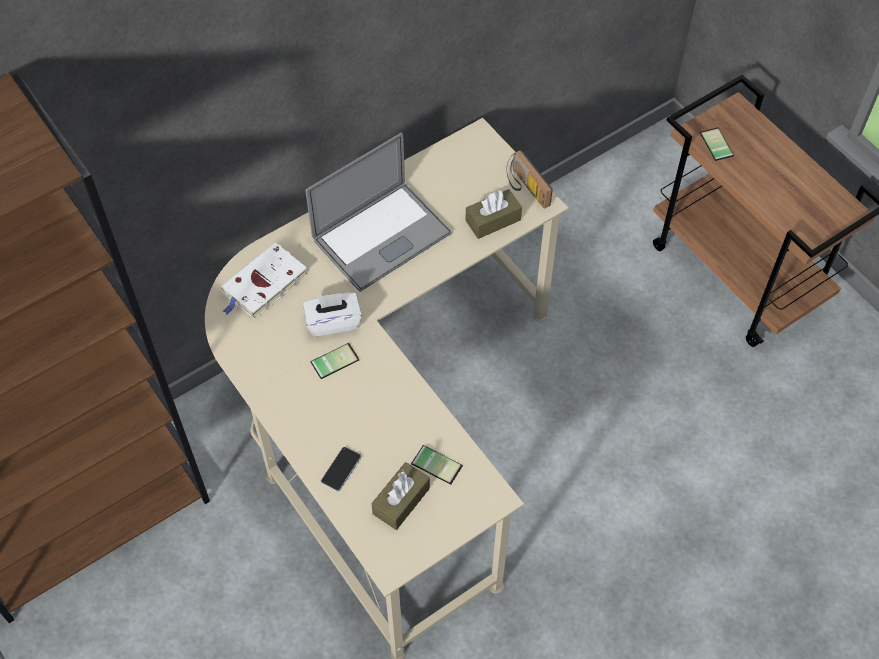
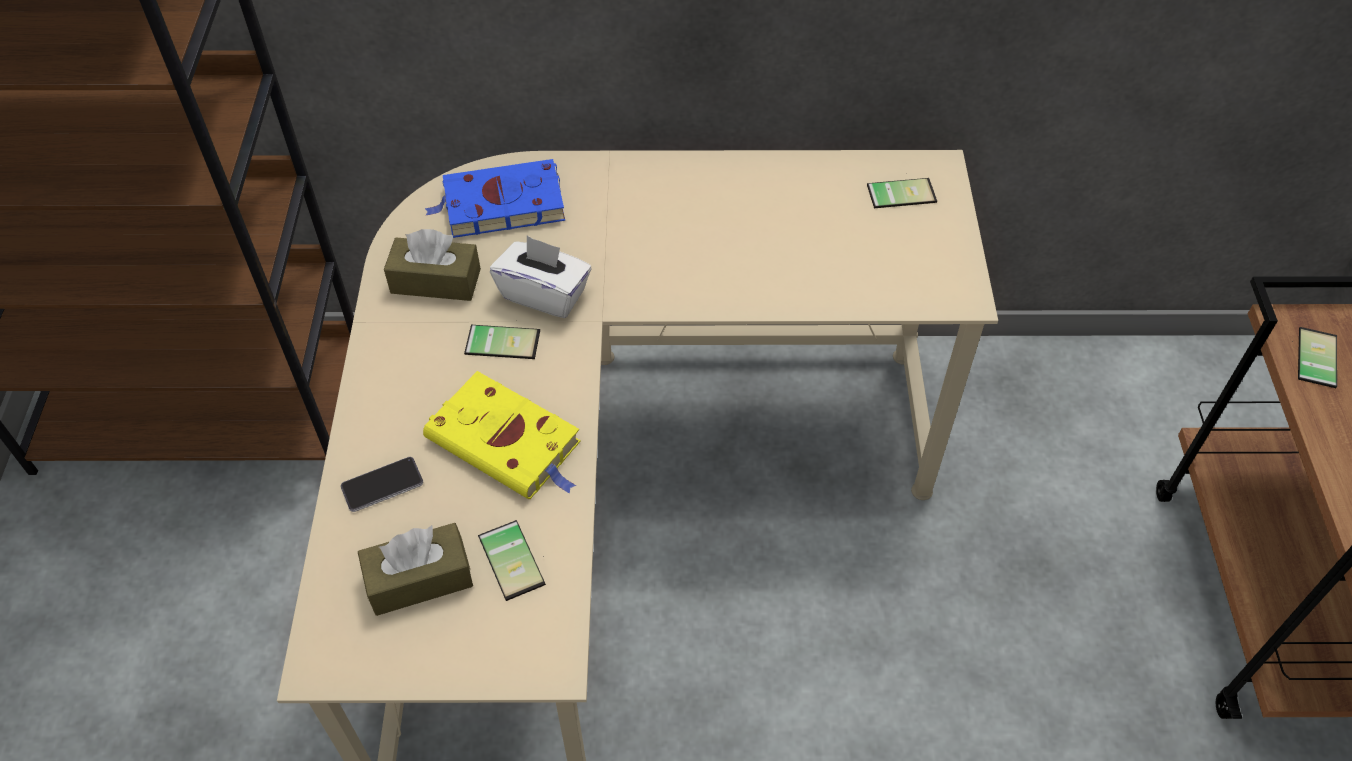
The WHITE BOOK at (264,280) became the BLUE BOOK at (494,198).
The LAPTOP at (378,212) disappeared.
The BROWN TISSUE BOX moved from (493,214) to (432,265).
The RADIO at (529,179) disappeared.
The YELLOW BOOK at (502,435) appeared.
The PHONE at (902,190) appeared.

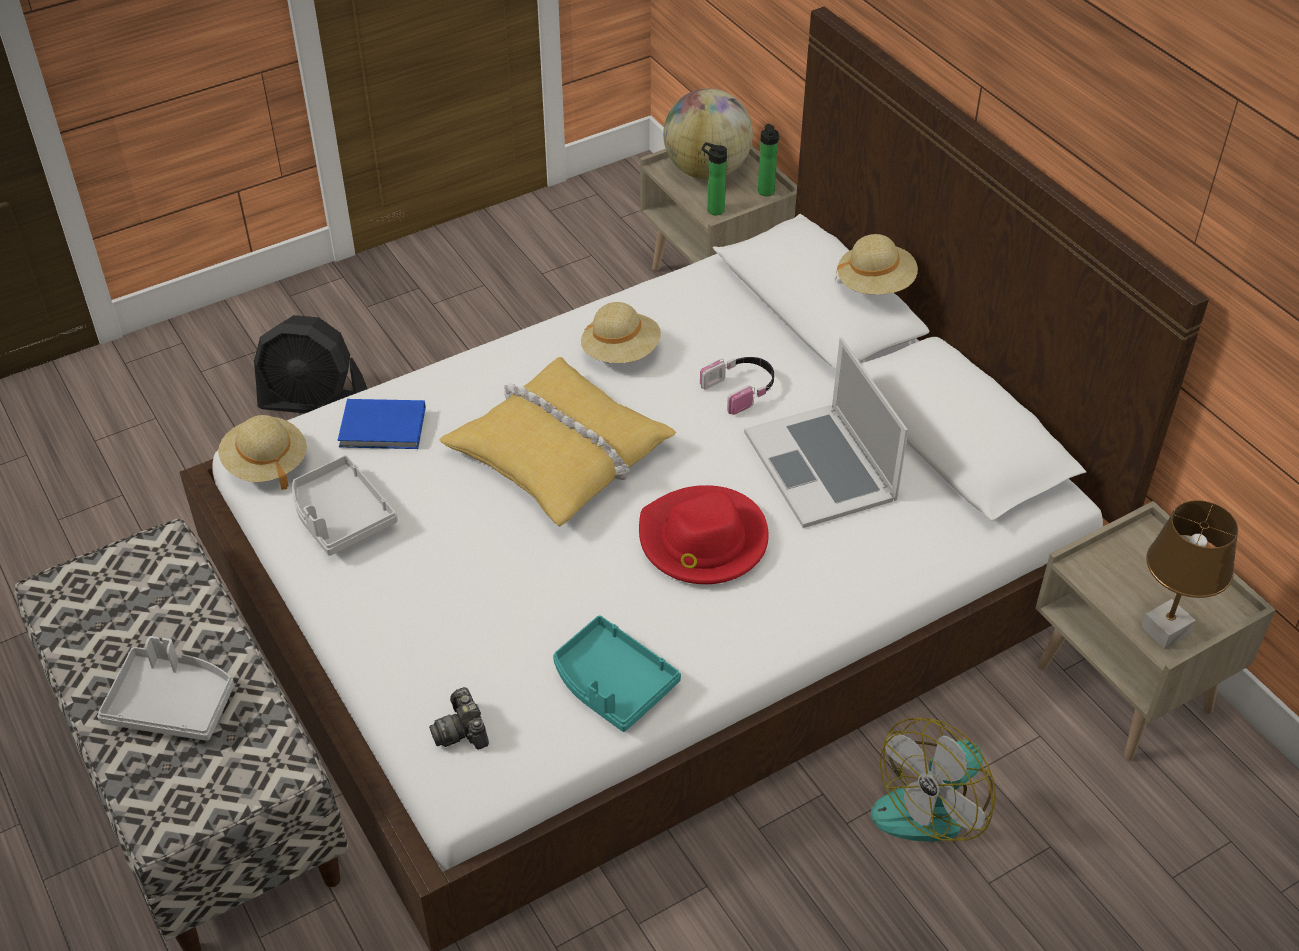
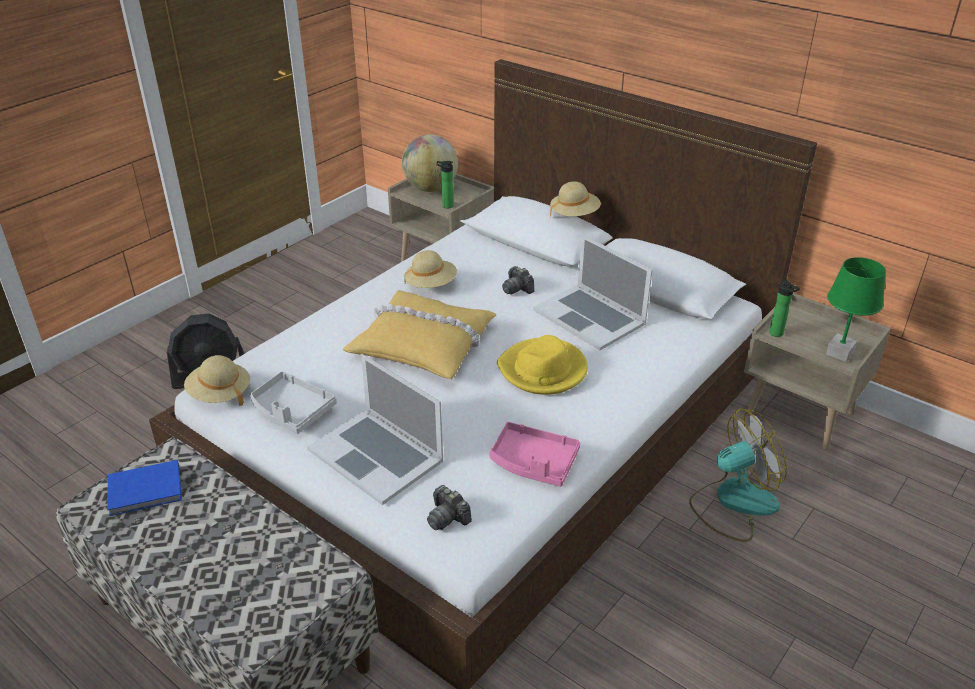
The GREY TRAY at (165,688) disappeared.
The BLUE BOOK moved from (382,424) to (144,488).
The TURQUOISE TRAY at (617,673) became the PINK TRAY at (535,454).
The RED HAT at (704,534) became the YELLOW HAT at (542,365).
The HEADPHONES at (737,386) was replaced by the PHOTO CAMERA at (518,280).
The BOTTLE moved from (768,160) to (784,308).
The FAN at (933,780) turned 135 degrees counterclockwise.
The BROWN TABLE LAMP at (1190,574) became the GREEN TABLE LAMP at (856,309).
The LAPTOP at (375,429) appeared.

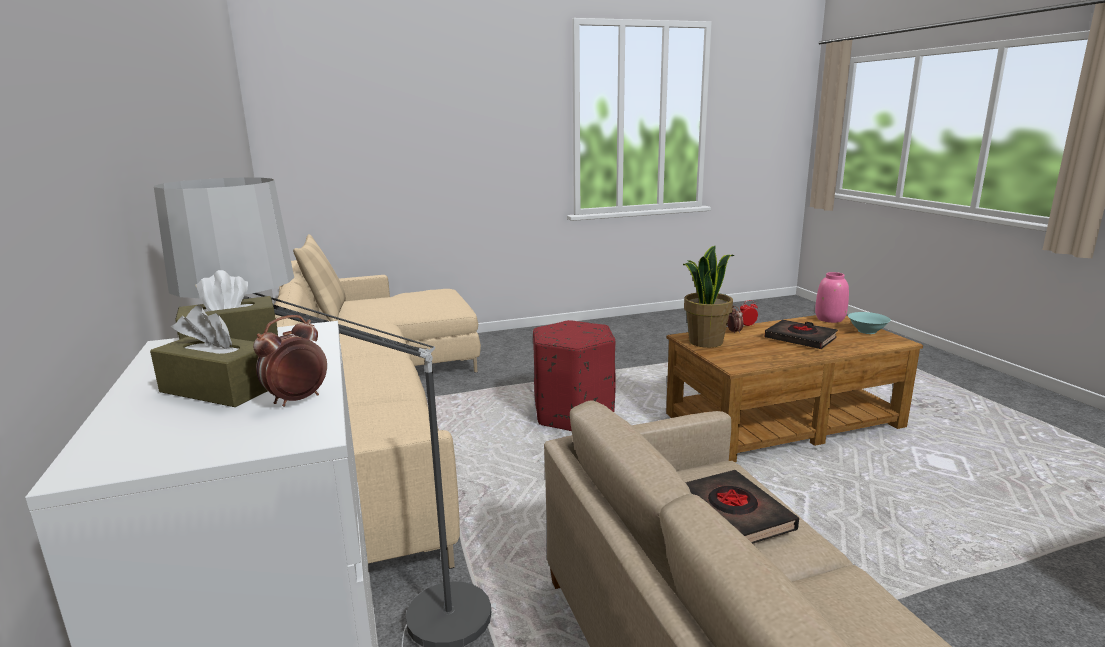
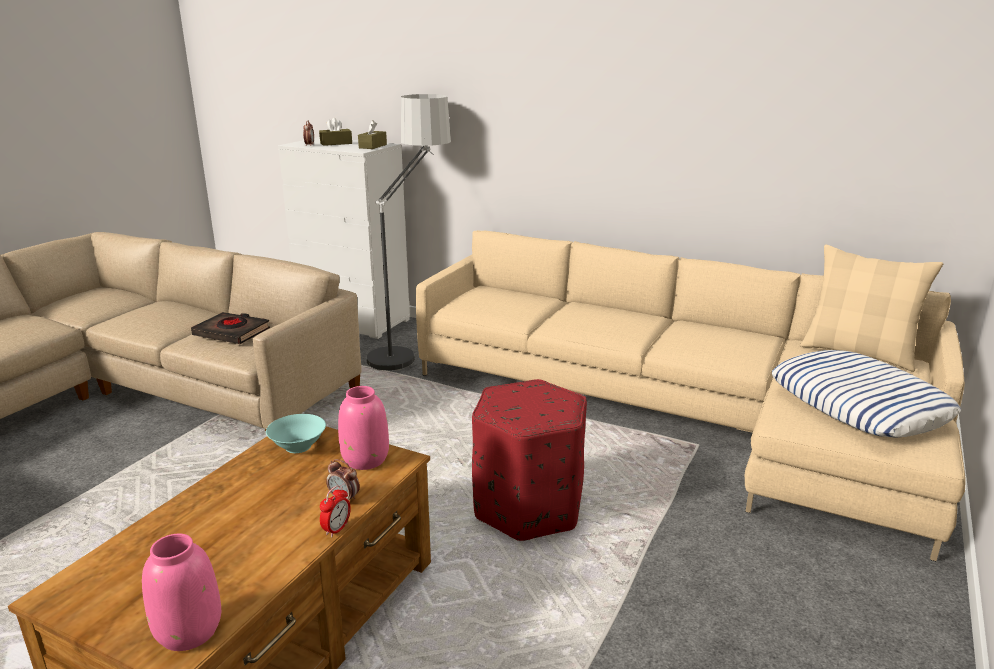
The POTTED PLANT at (708,297) was replaced by the PINK VASE at (363,428).
The BLACK BOOK at (801,334) disappeared.
The TURQUOISE BOWL moved from (869,323) to (296,433).
The PILLOW at (866,394) appeared.

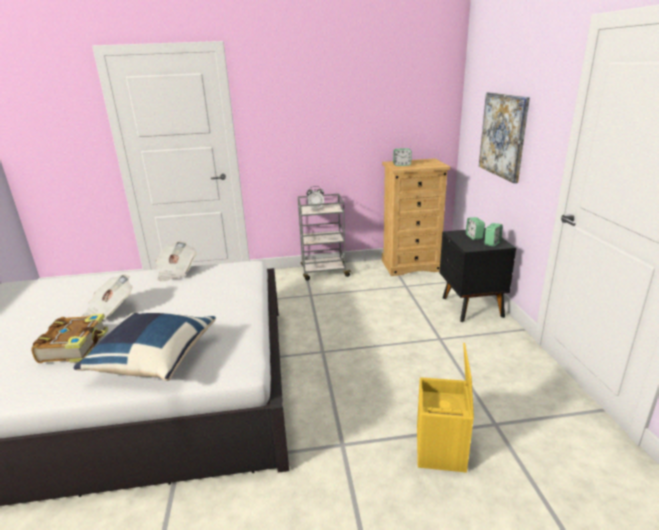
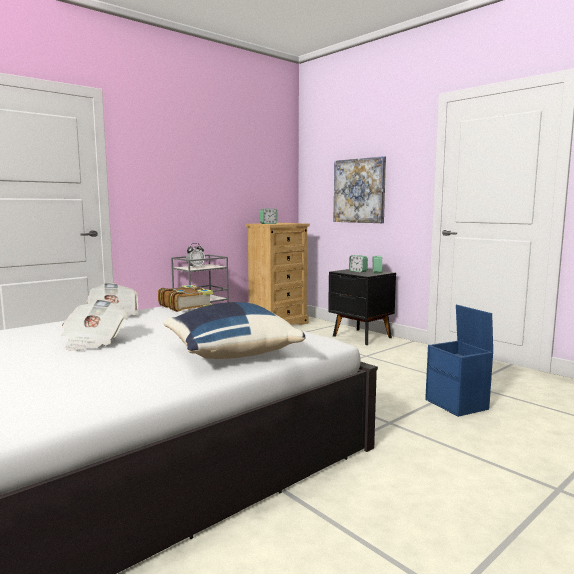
The BOOK moved from (69,338) to (185,298).
The YELLOW STORAGE BOX at (445,408) became the BLUE STORAGE BOX at (459,361).

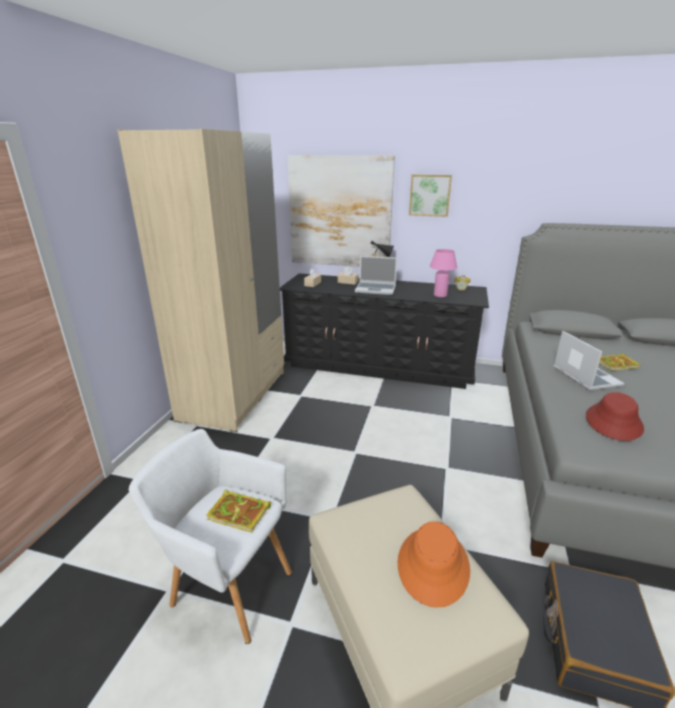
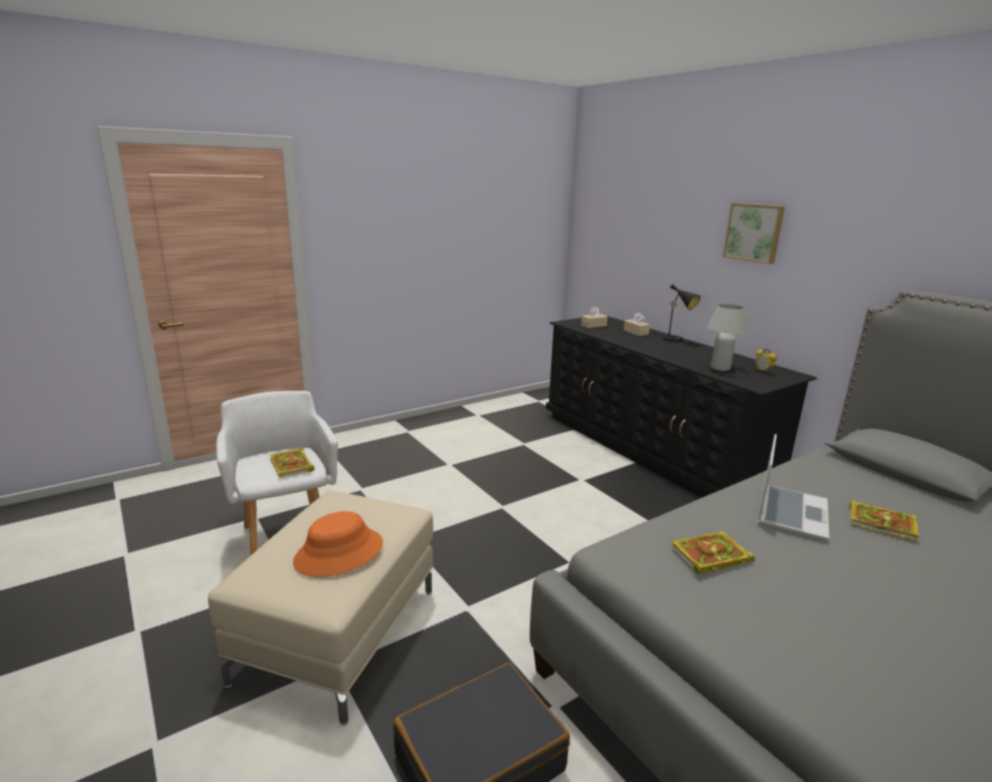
The BEIGE WARDROBE at (200,280) disappeared.
The PICTURE at (341,211) disappeared.
The LAPTOP at (376,275) disappeared.
The PINK TABLE LAMP at (443,273) became the WHITE TABLE LAMP at (727,337).
The RED HAT at (615,416) was replaced by the BOOK at (713,552).

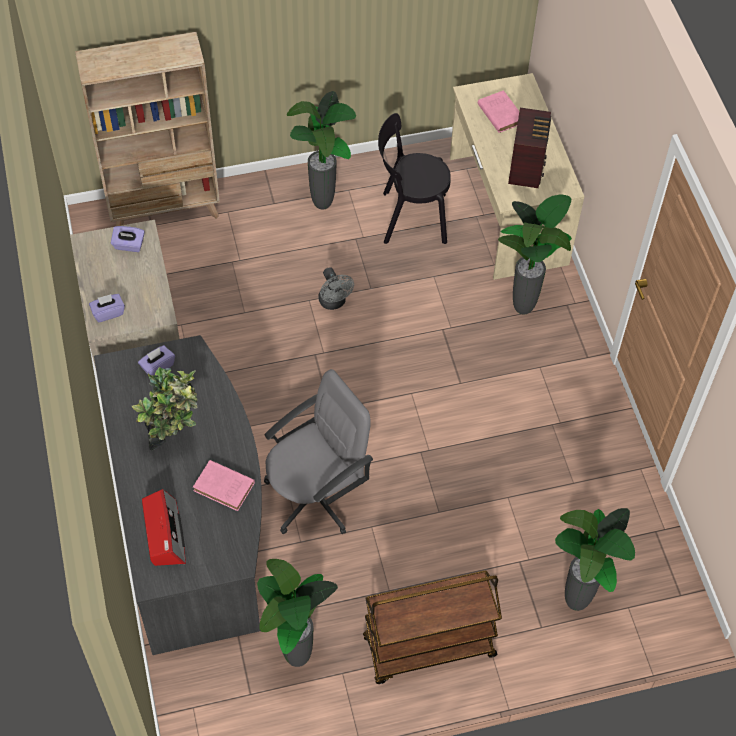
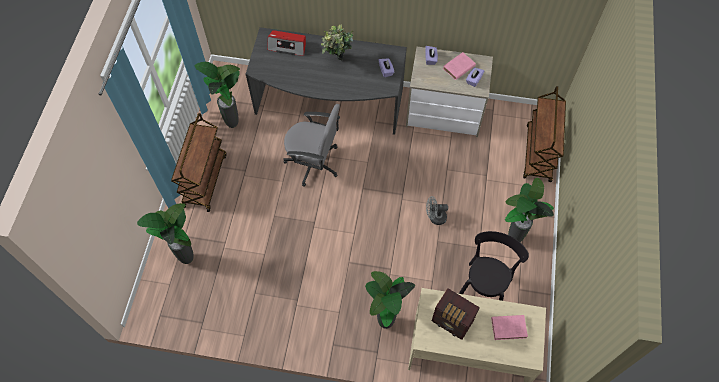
The BEIGE BOOKCASE at (147,129) was replaced by the BROWN CART at (544,134).
The PINK BOOK moved from (224,485) to (459,66).
The GREY OFFICE CHAIR at (318,451) turned 60 degrees counterclockwise.

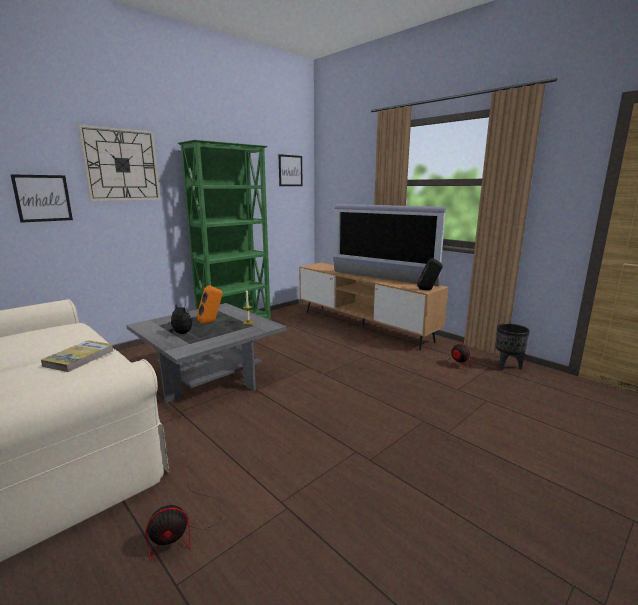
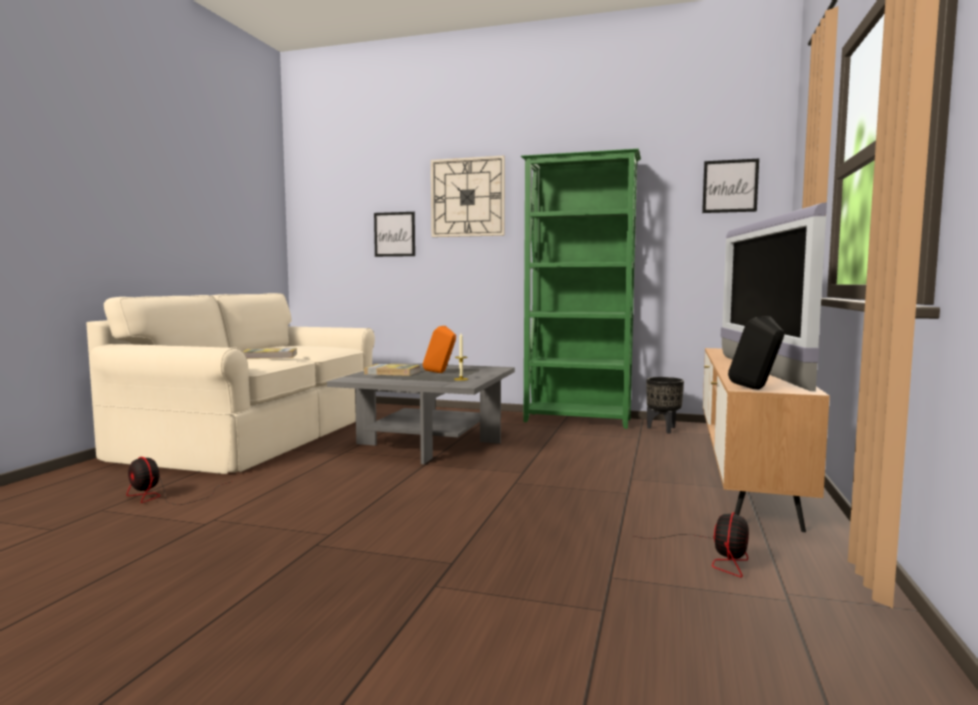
The PLUSH TOY at (180,319) was replaced by the BOOK at (392,370).
The BLACK PLANTER moved from (512,346) to (665,405).

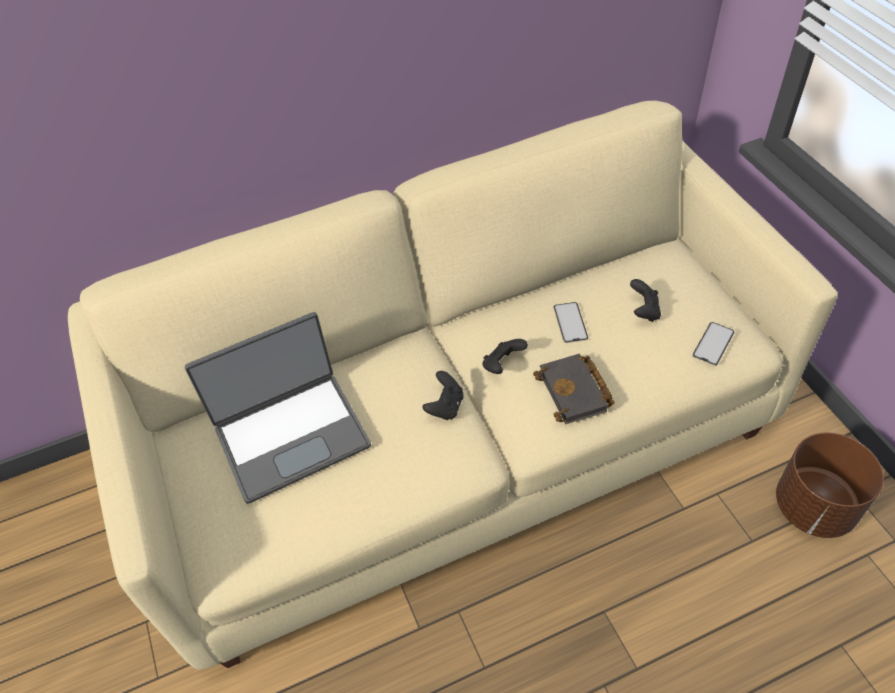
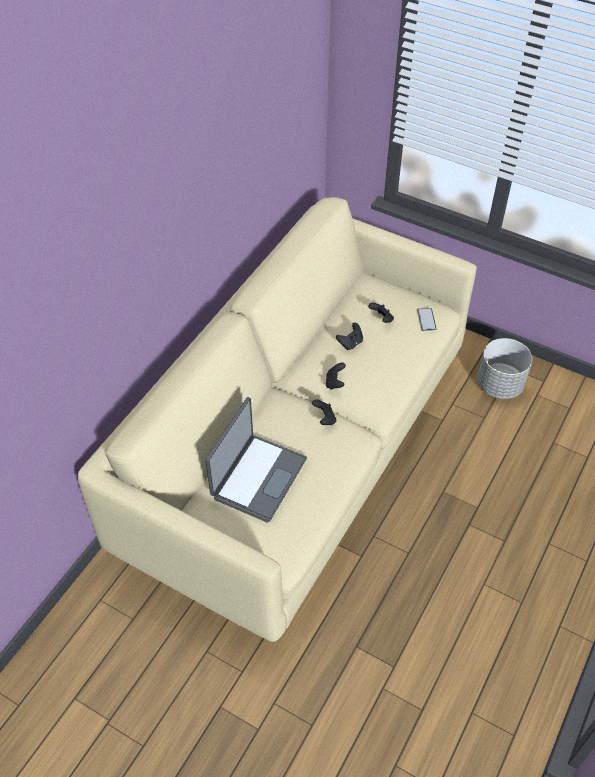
The BLACK BOOK at (574,389) disappeared.
The PHONE at (571,322) was replaced by the BLACK GAME CONTROLLER at (349,336).
The BROWN PLANTER at (830,485) became the GREY PLANTER at (505,368).

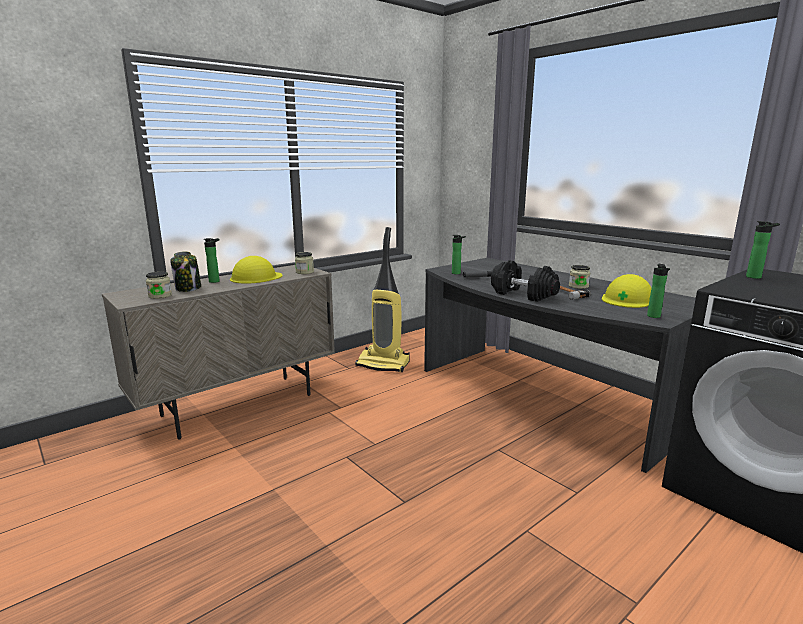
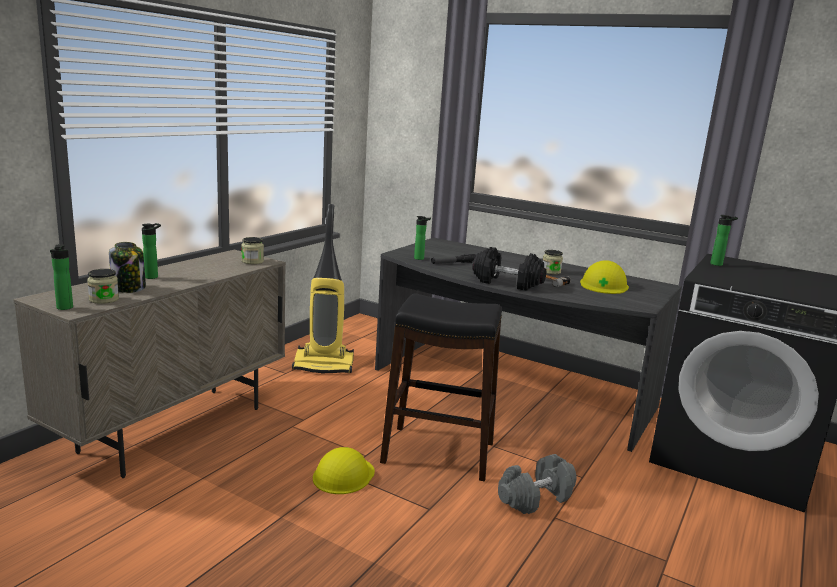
The YELLOW HARD HAT moved from (256,270) to (344,470).
The BOTTLE moved from (658,291) to (61,277).
The BLACK STOOL at (441,387) appeared.
The GREY DUMBBELL at (537,484) appeared.

